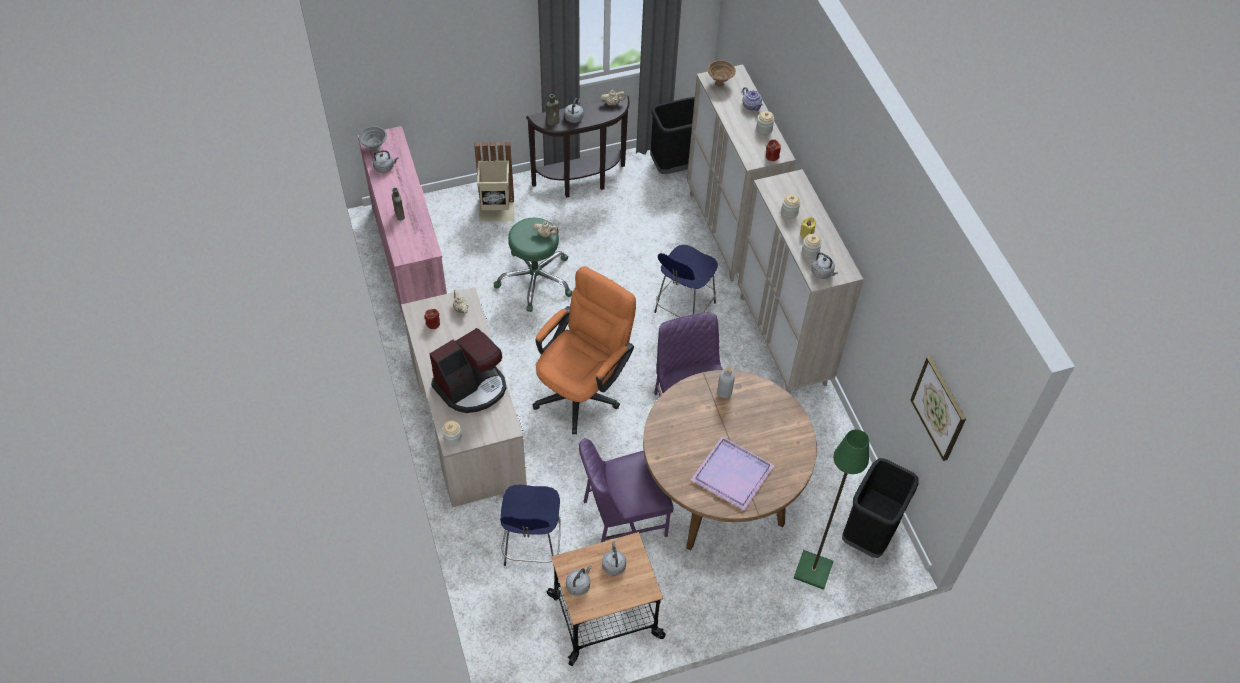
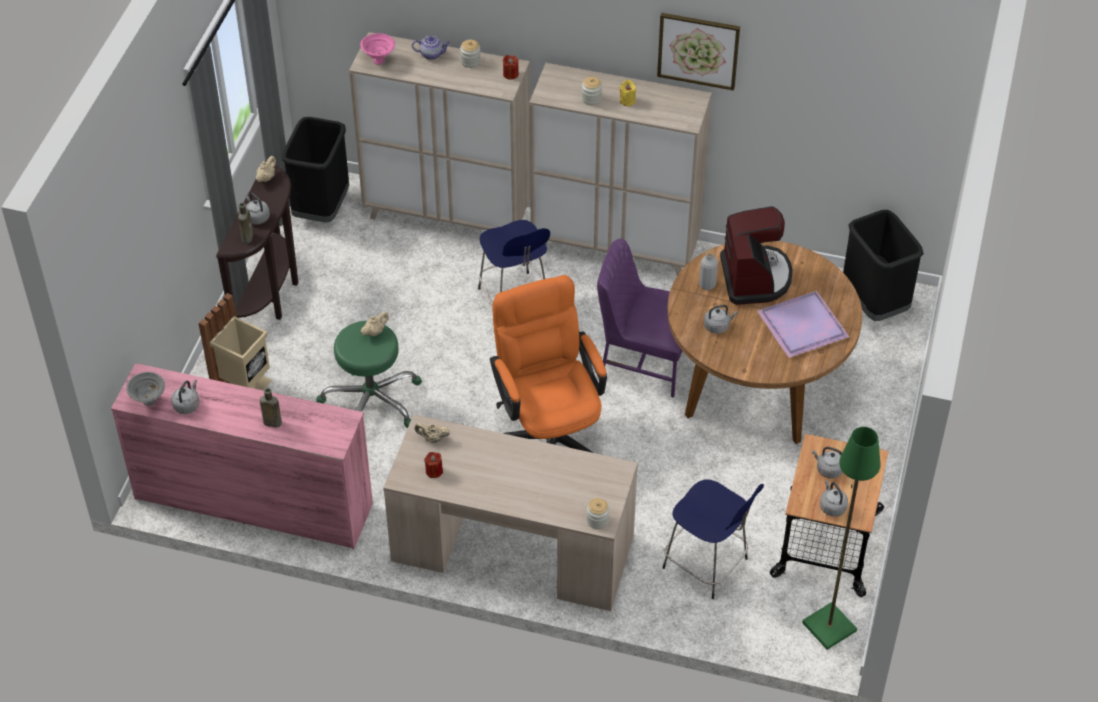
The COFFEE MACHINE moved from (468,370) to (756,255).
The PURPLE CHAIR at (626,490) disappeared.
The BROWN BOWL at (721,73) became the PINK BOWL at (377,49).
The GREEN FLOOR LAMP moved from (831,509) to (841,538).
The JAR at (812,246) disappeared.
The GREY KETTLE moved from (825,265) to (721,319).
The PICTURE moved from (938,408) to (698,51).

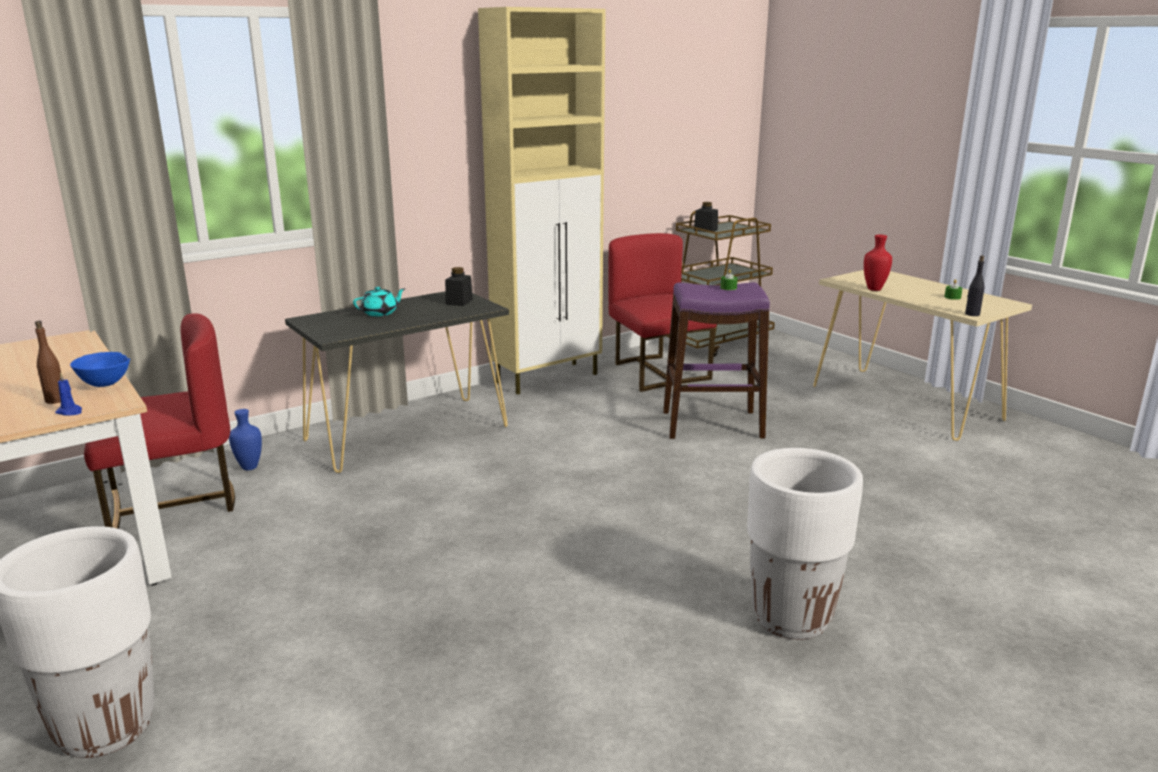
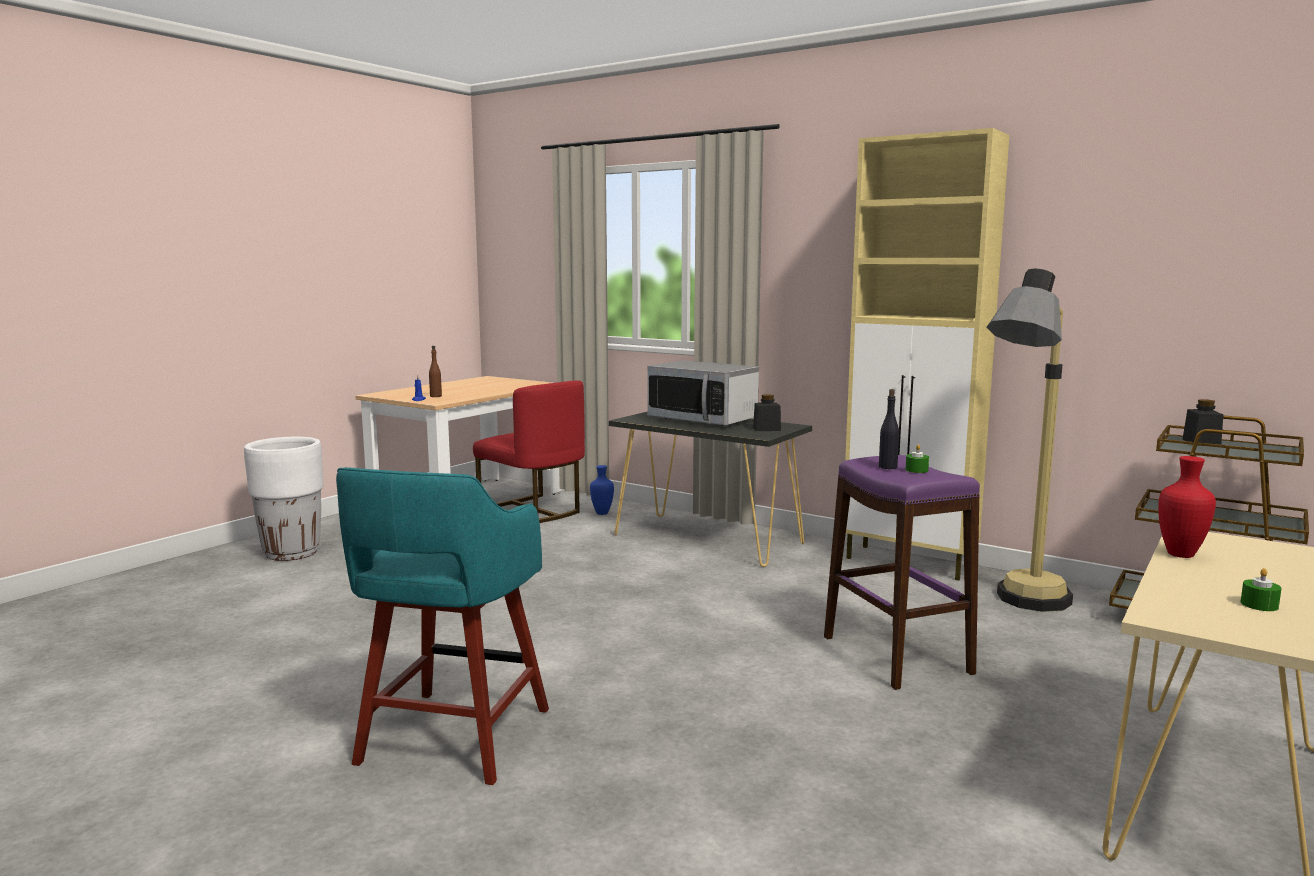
The BLUE BOWL at (100,369) disappeared.
The TURQUOISE TEAPOT at (379,301) was replaced by the MICROWAVE at (703,393).
The RED CHAIR at (662,312) was replaced by the FLOOR LAMP at (1029,440).
The WHITE PLANTER at (805,543) was replaced by the TURQUOISE STOOL at (442,626).
The BLACK BOTTLE moved from (974,285) to (889,429).

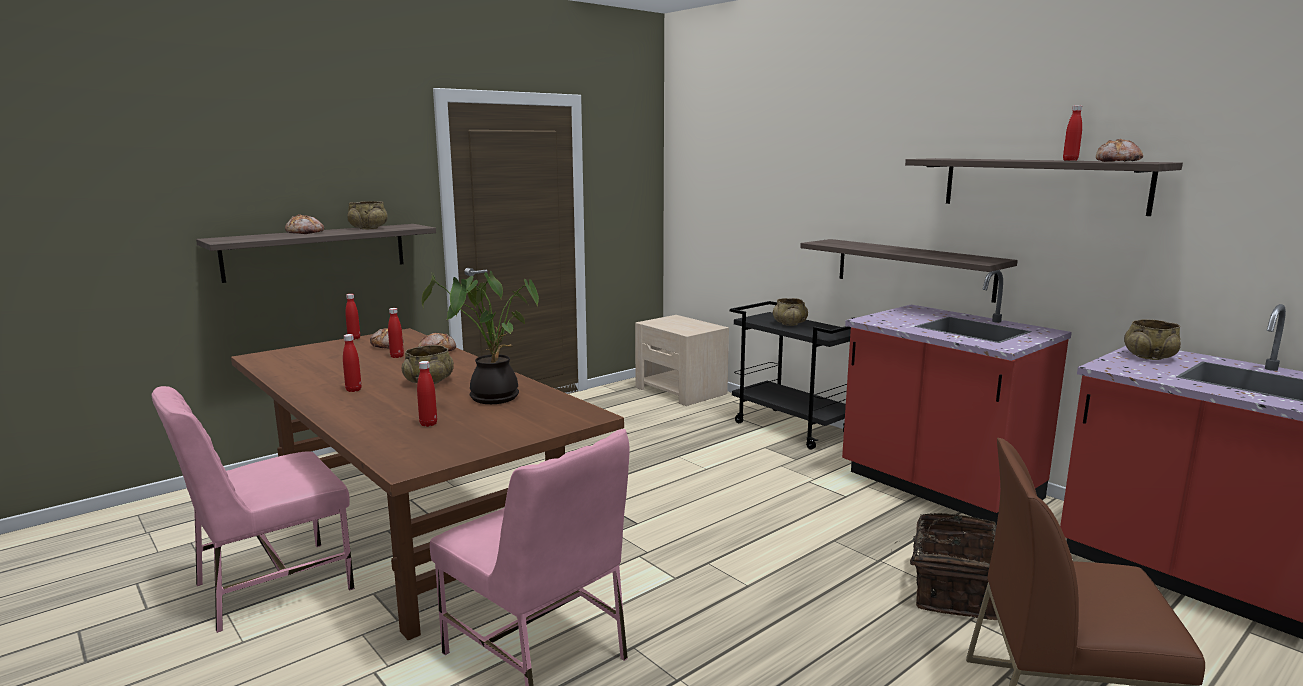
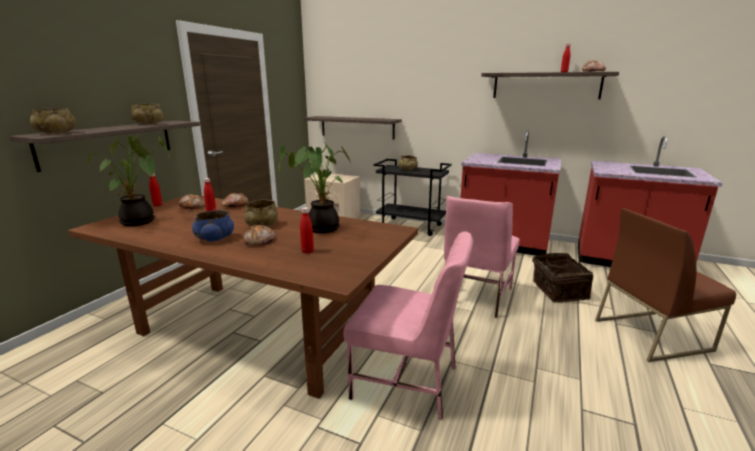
The PINK CHAIR moved from (253,509) to (481,257).
The BREAD moved from (304,224) to (259,235).
The RED BOTTLE at (352,363) was replaced by the BLUE BOWL at (213,226).
The SHELF moved from (909,271) to (352,128).
The BEIGE BOWL moved from (1152,339) to (53,121).
The POTTED PLANT at (128,181) appeared.

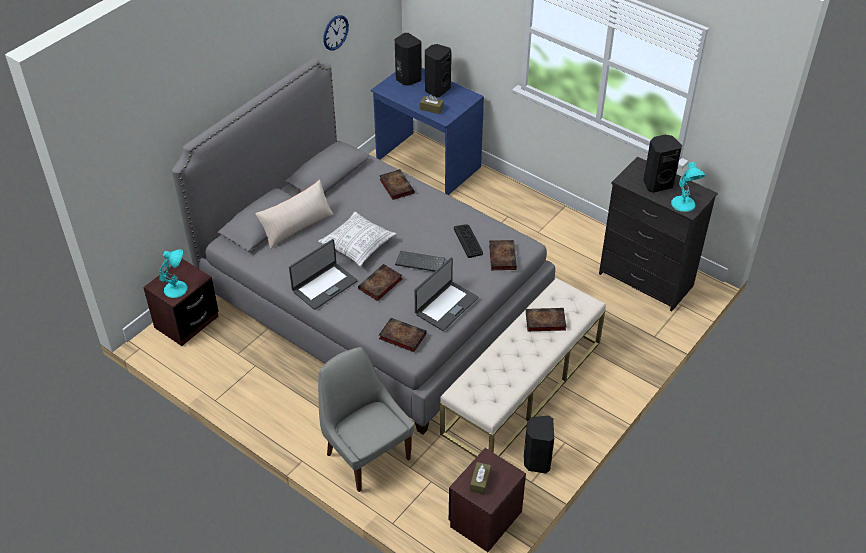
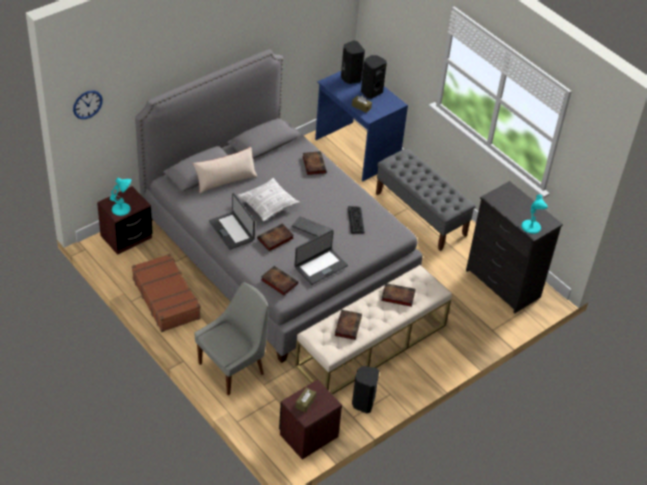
The LAPTOP at (323,274) turned 90 degrees clockwise.
The GREY CHAIR at (366,419) turned 75 degrees clockwise.
The WALL CLOCK moved from (336,33) to (88,104).
The BOOK moved from (503,255) to (348,325).
The BLACK SPEAKER at (662,164) disappeared.
The BROWN SUITCASE at (166,293) appeared.
The GREY BENCH at (426,199) appeared.

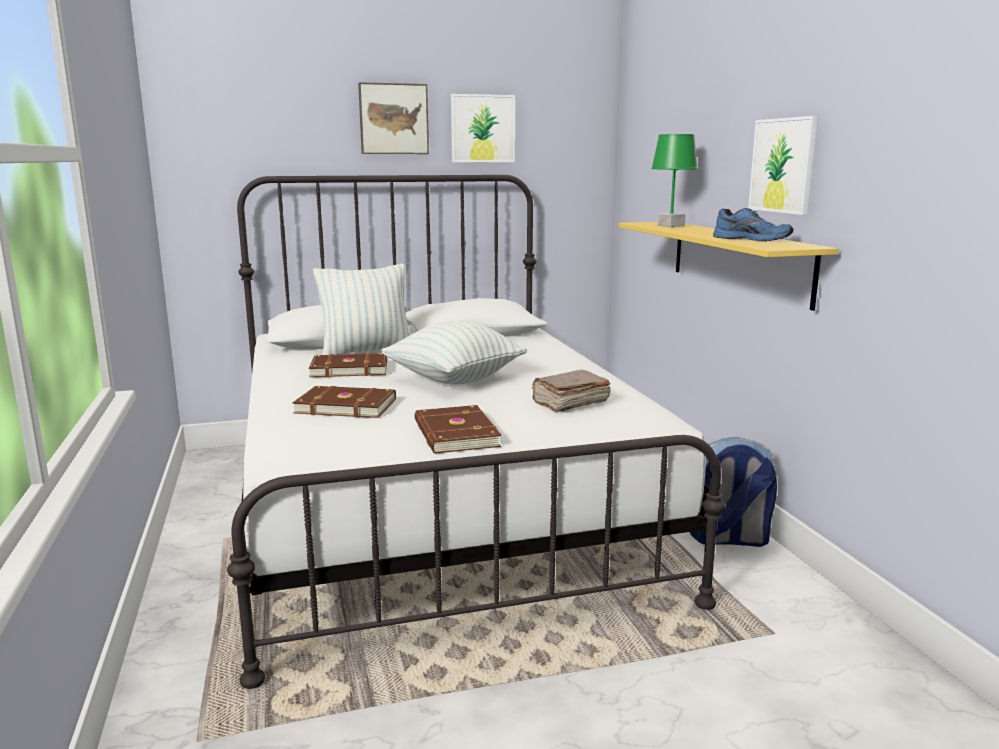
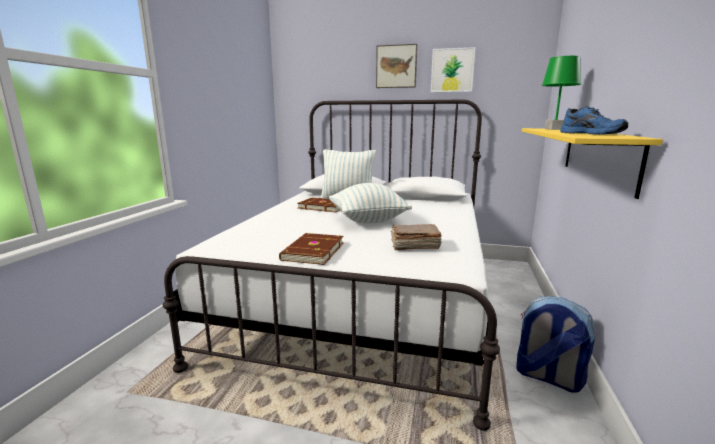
The BROWN BOOK at (344,402) disappeared.
The PICTURE at (783,165) disappeared.

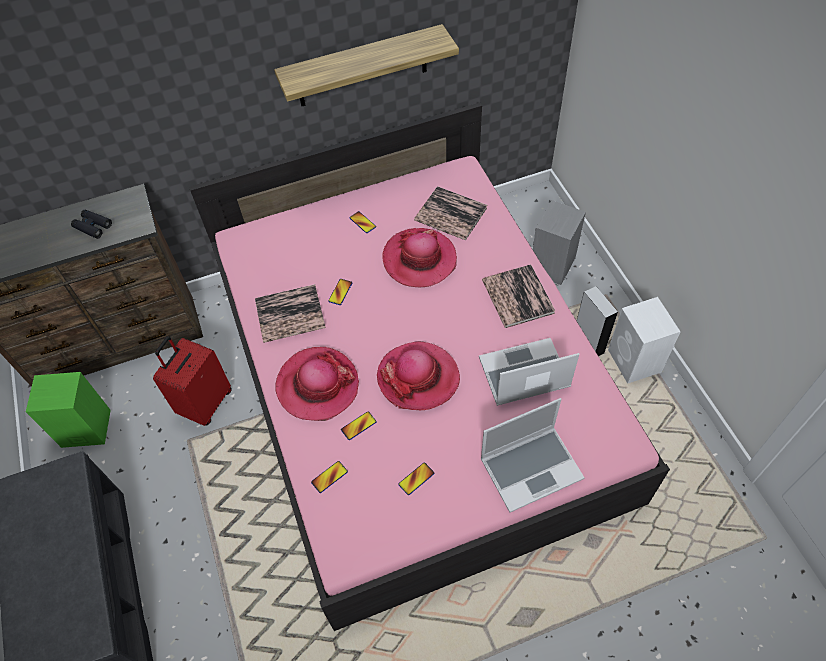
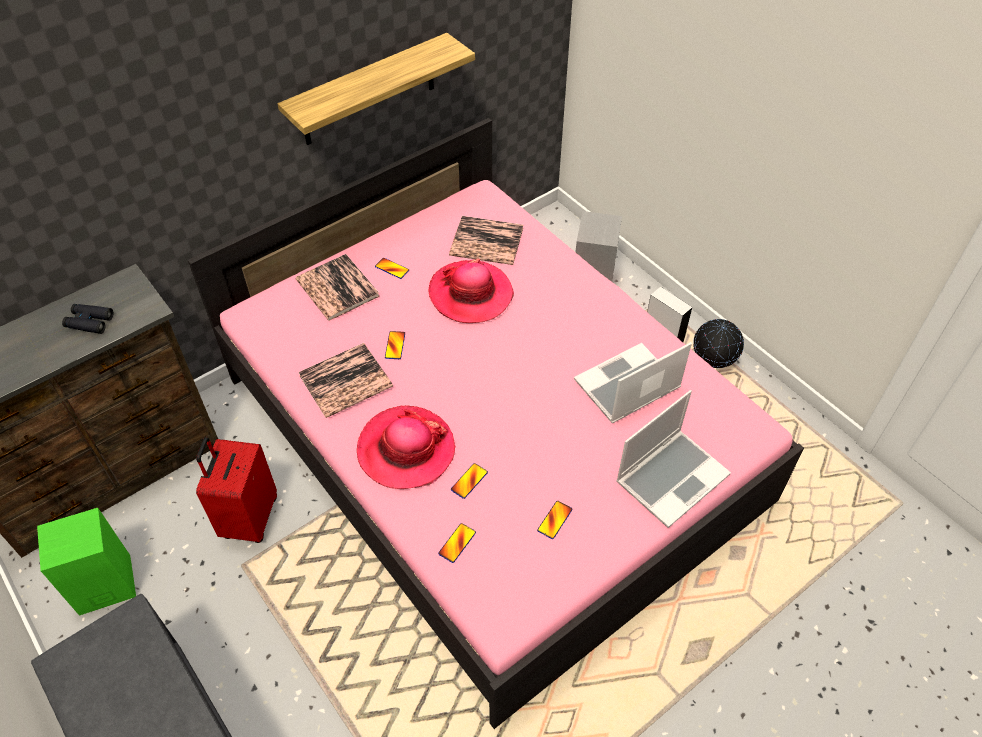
The HAT at (418,375) disappeared.
The BOOK moved from (518,296) to (338,287).
The WHITE SPEAKER at (644,340) was replaced by the GLOBE at (718,343).

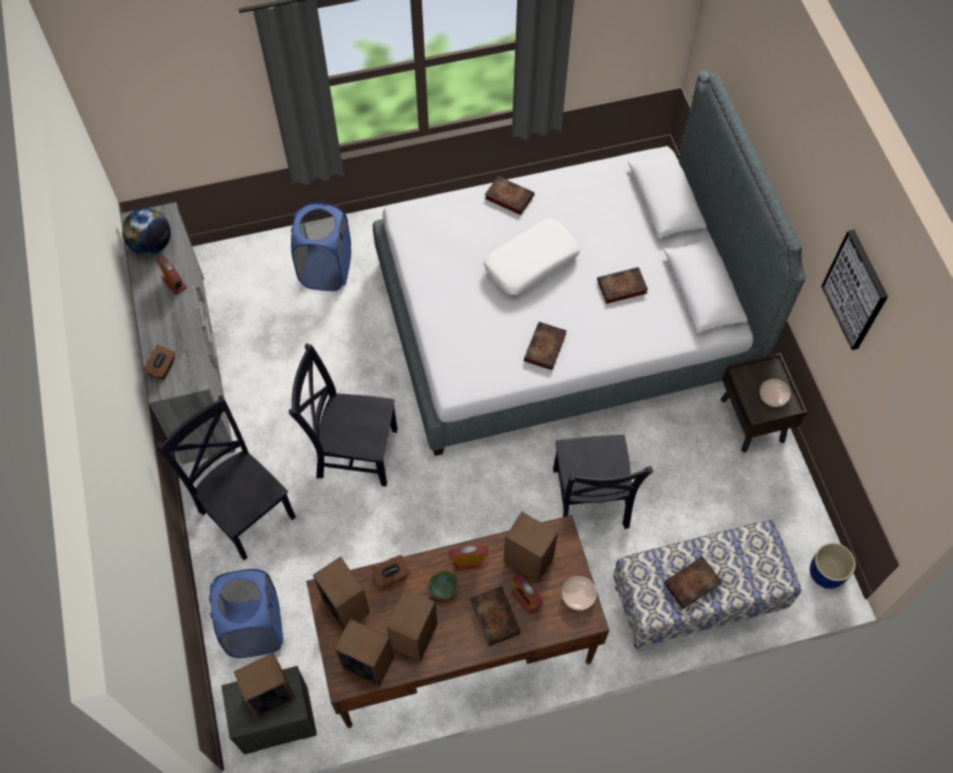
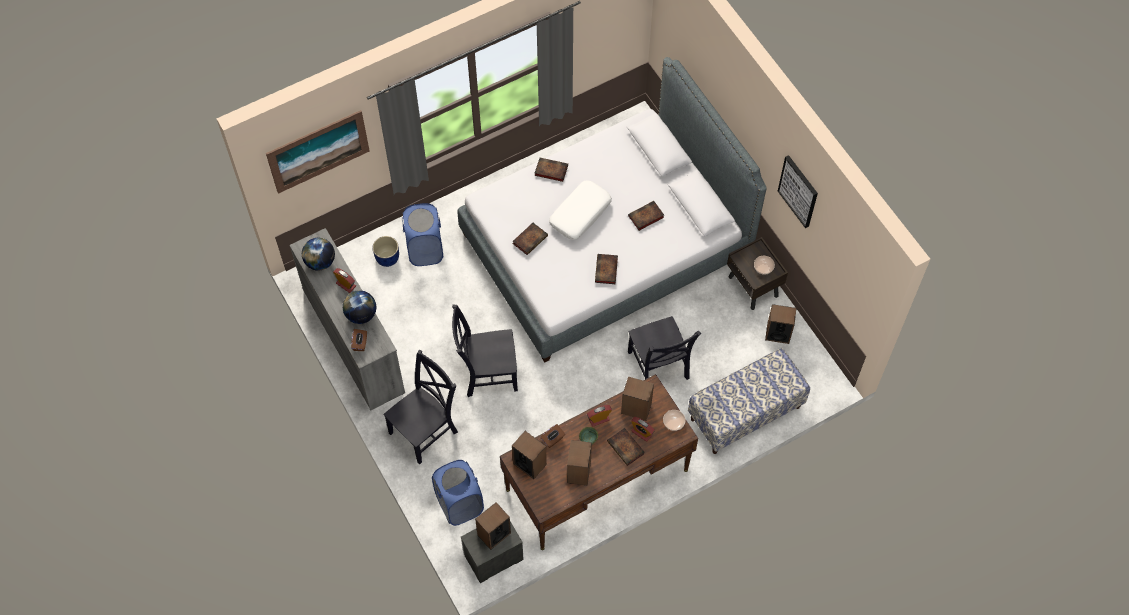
The BLACK CHAIR at (226,477) turned 105 degrees clockwise.
The SPEAKER moved from (364,653) to (780,324).
The BOOK moved from (693,582) to (530,239).
The BLUE PLANTER moved from (833,566) to (386,251).
The PICTURE at (318,152) appeared.
The GLOBE at (359,307) appeared.

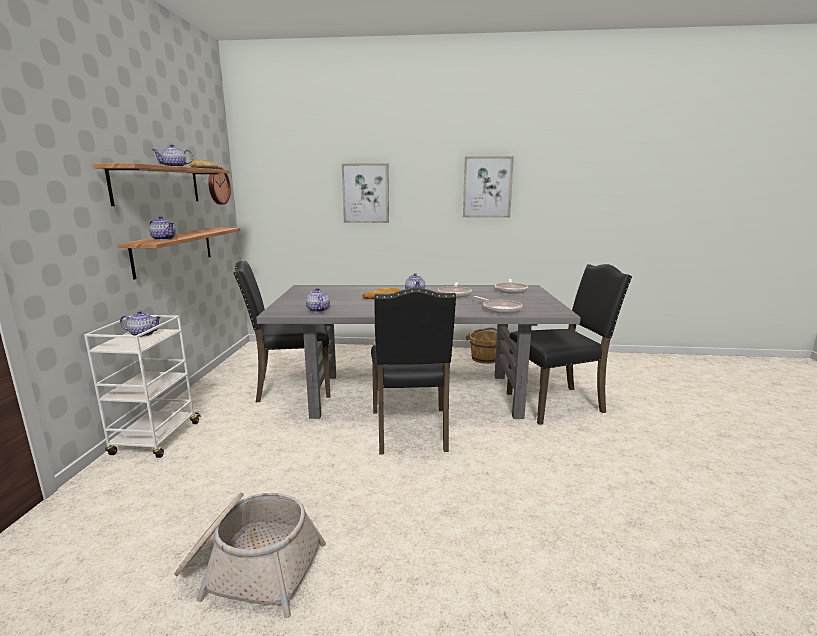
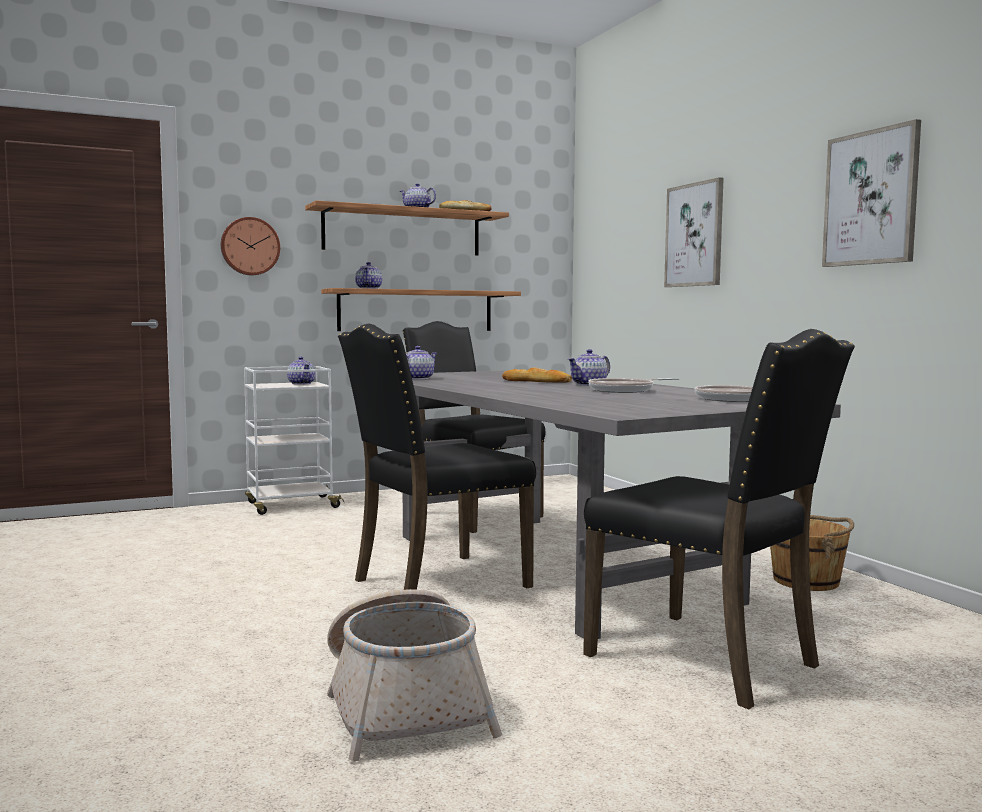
The BASKET moved from (250,555) to (415,675).
The WALL CLOCK moved from (219,186) to (250,246).
The FRYING PAN at (498,305) disappeared.

